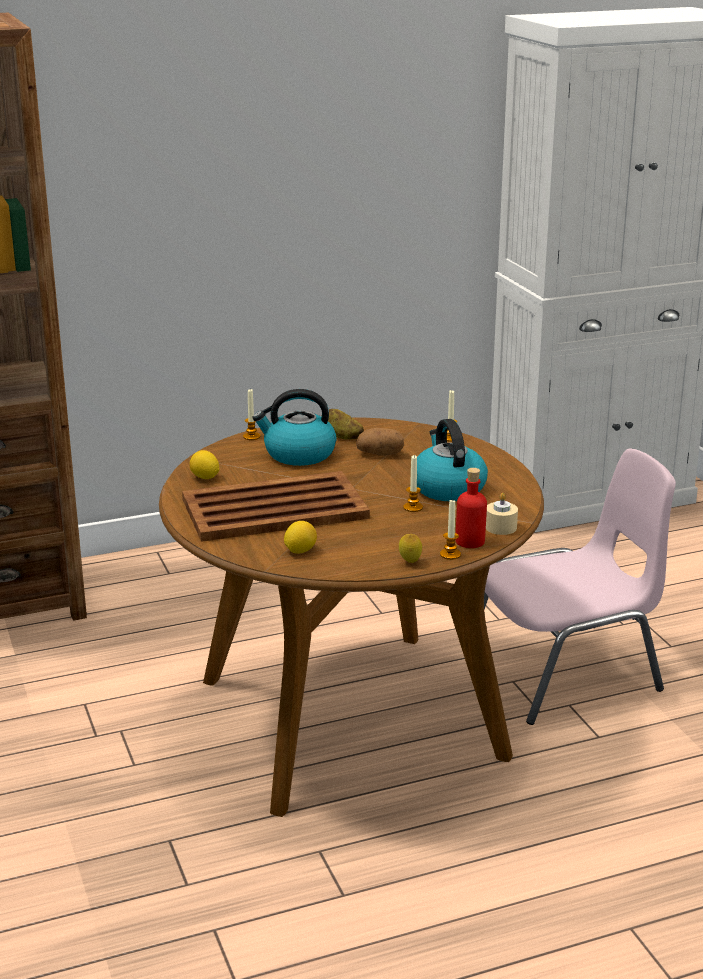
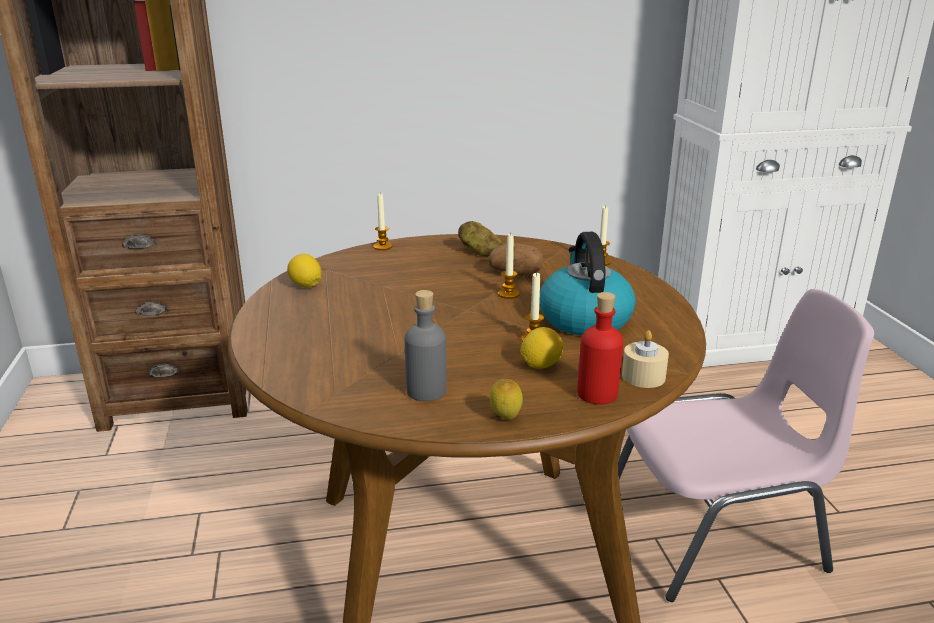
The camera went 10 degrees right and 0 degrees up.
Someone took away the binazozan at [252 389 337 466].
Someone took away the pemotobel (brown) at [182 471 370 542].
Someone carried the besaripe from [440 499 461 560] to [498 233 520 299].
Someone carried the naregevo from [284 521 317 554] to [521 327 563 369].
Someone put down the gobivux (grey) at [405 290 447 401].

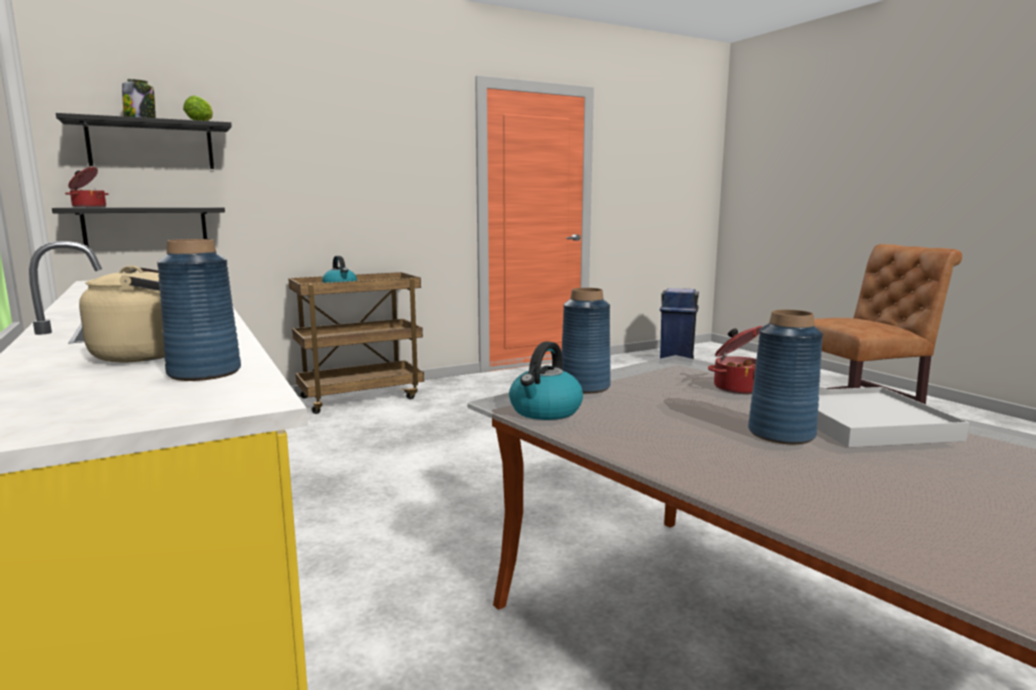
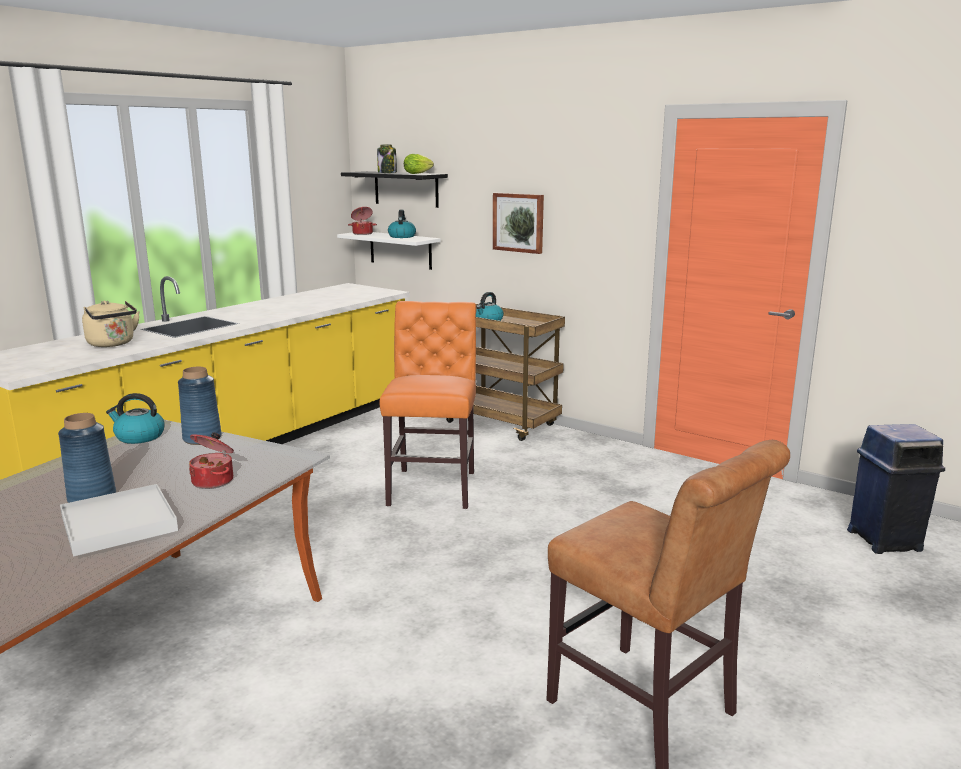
The camera went 65 degrees right and 5 degrees up.
Someone repainted the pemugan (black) at [52 207 225 247], which became the pemugan (white) at [337 232 441 270].
Someone took away the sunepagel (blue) at [157 239 241 381].
Someone put up the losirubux at [493 193 544 254].
Someone put down the binazozan at [388 209 416 238].
Someone put down the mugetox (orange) at [380 301 477 509].

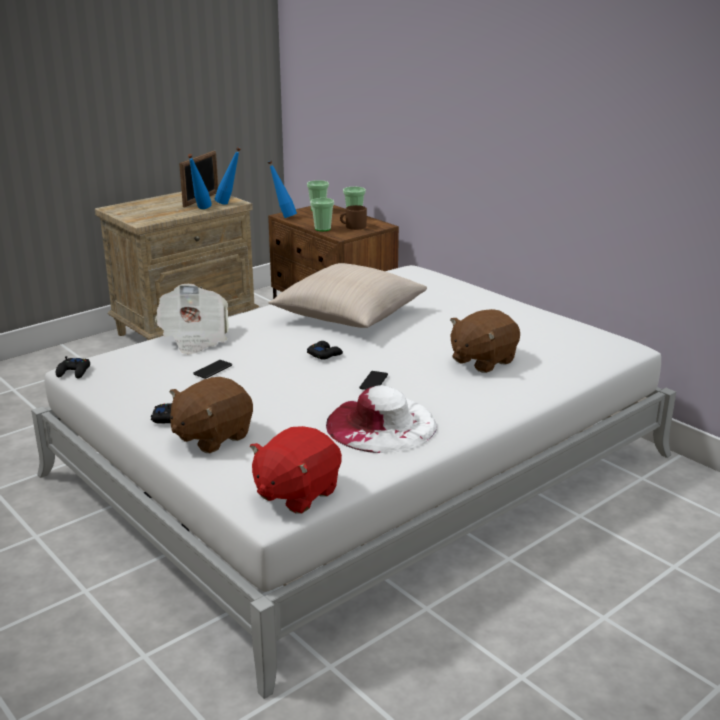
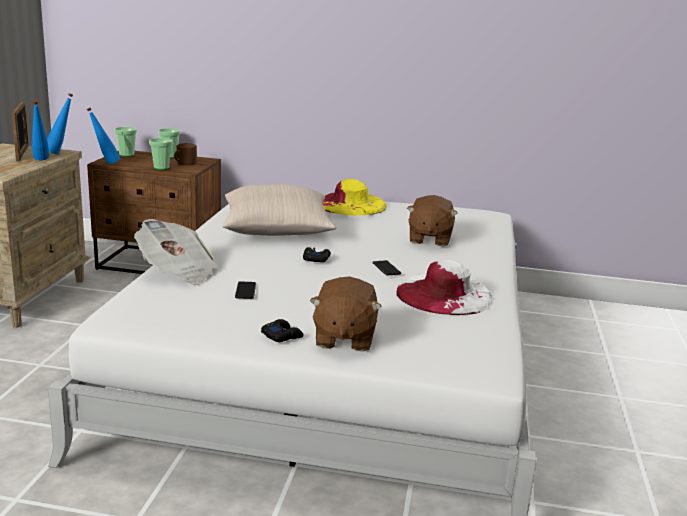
The camera went 40 degrees left and 5 degrees down.
Someone took away the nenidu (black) at [56 356 90 379].
Someone took away the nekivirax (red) at [250 426 342 514].
Someone put down the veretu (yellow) at [323 179 387 216].

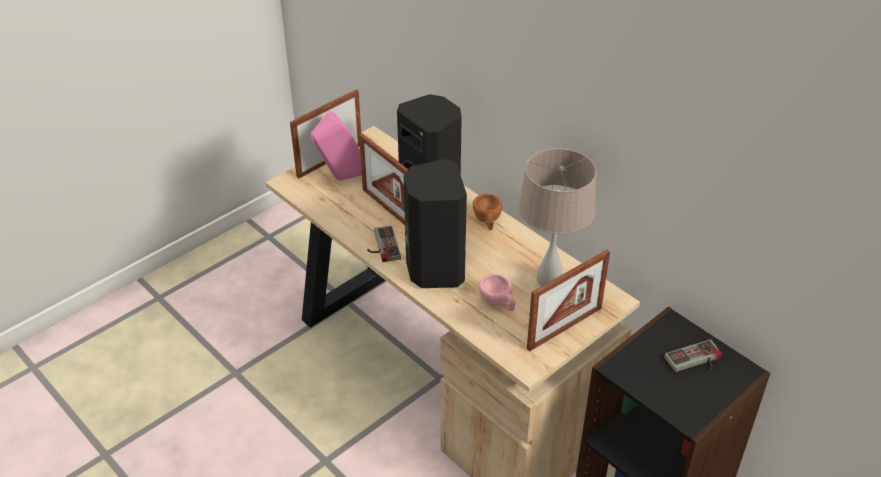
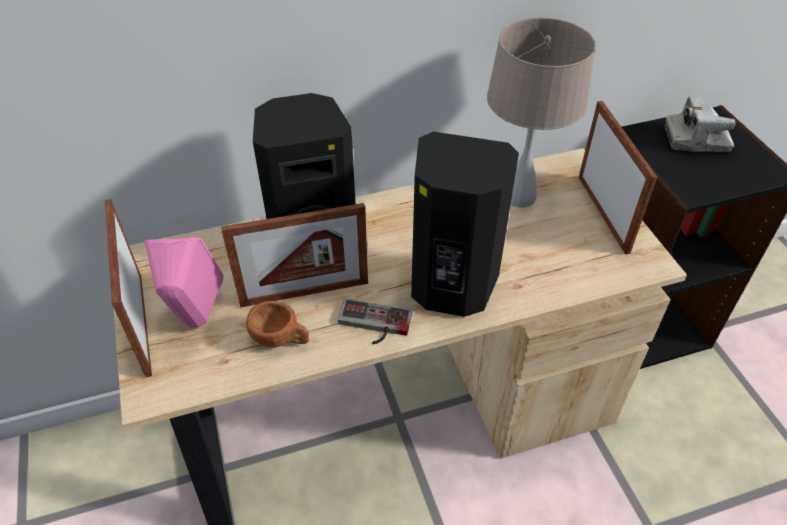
The camera went 65 degrees left and 5 degrees up.
Someone carried the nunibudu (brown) from [473 194 502 230] to [246 301 309 347].
Someone took away the nunibudu (pink) at [479 274 515 311].
Someone swapped the nenidu at [664 339 722 373] for the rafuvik at [665 97 736 152].

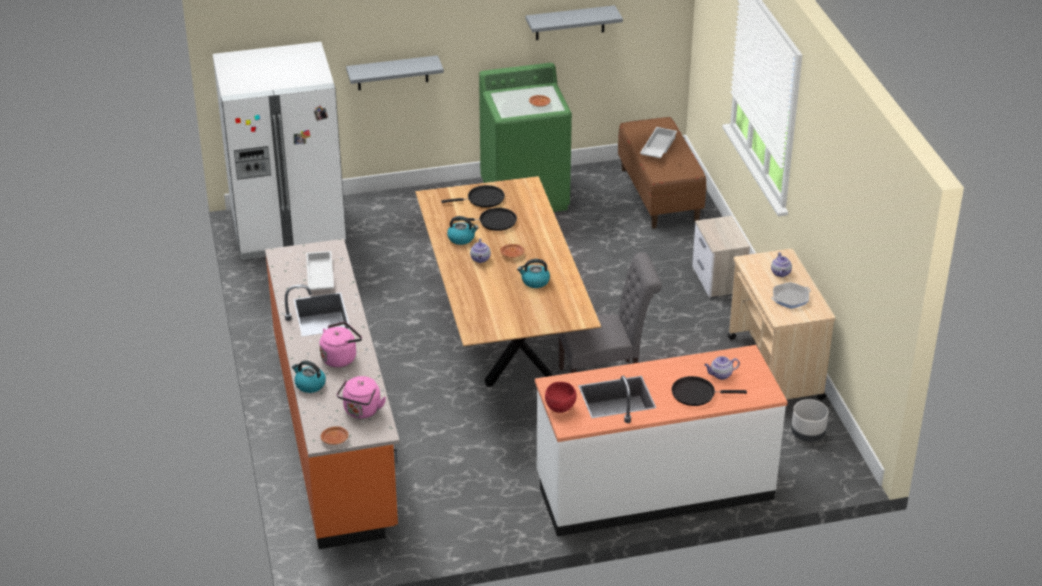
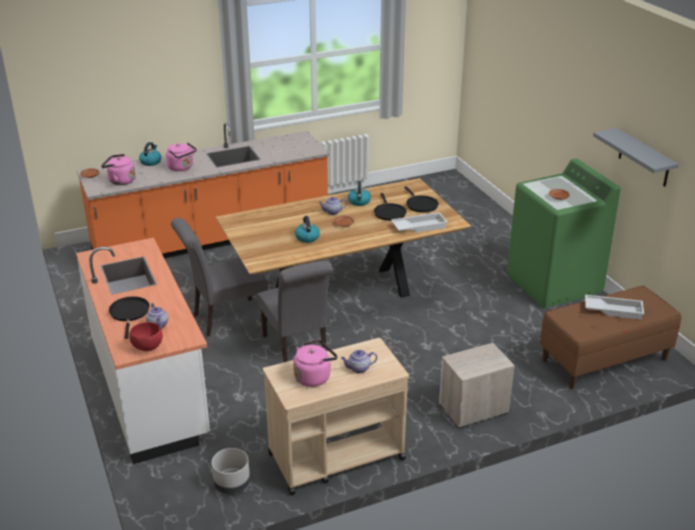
The camera went 80 degrees right and 5 degrees down.
Someone took away the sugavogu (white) at [213 42 346 260].
Someone took away the pemugan (grey) at [346 55 444 90].
Someone carried the pemotobel (white) from [306 251 334 290] to [391 212 448 233].
Someone swapped the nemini at [772 282 811 309] for the binazozan (pink) at [293 340 338 387].
Someone carried the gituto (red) from [545 382 576 413] to [129 322 163 351].
Someone put down the mugetox (grey) at [171 218 268 337].

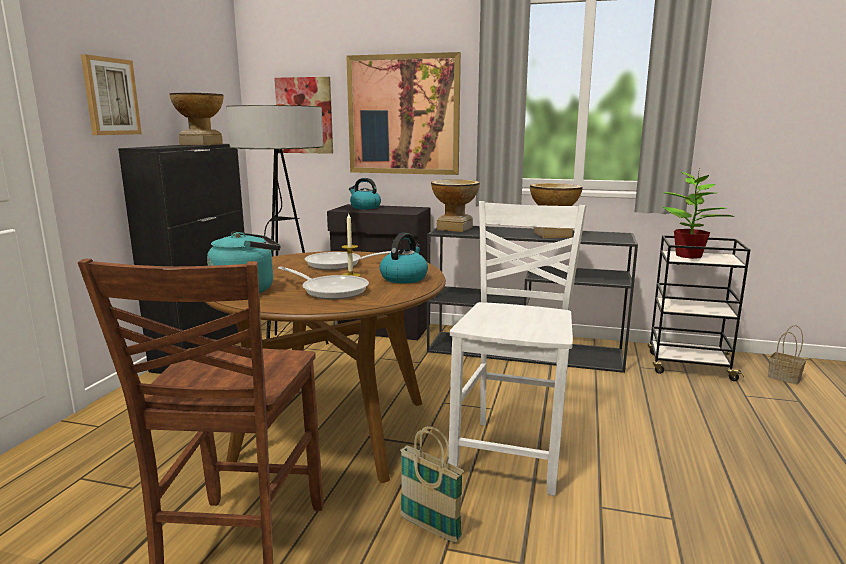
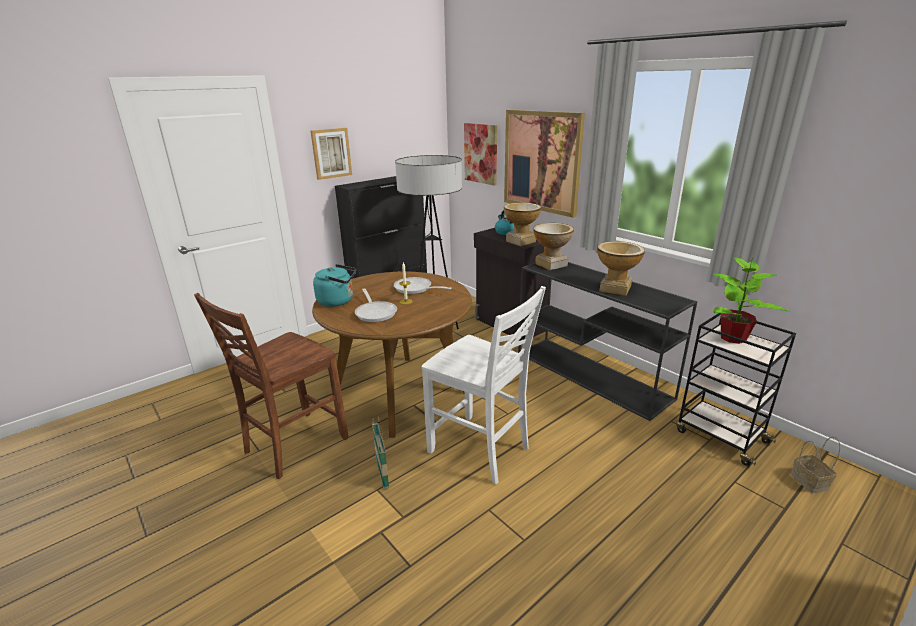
The camera went 35 degrees right and 10 degrees up.
Someone carried the sunepagel from [170 93 223 145] to [504 203 541 246].
Someone rotated the mugetox (white) at [448 201 586 496] by 75 degrees clockwise.
Someone took away the binazozan at [379 233 428 283].

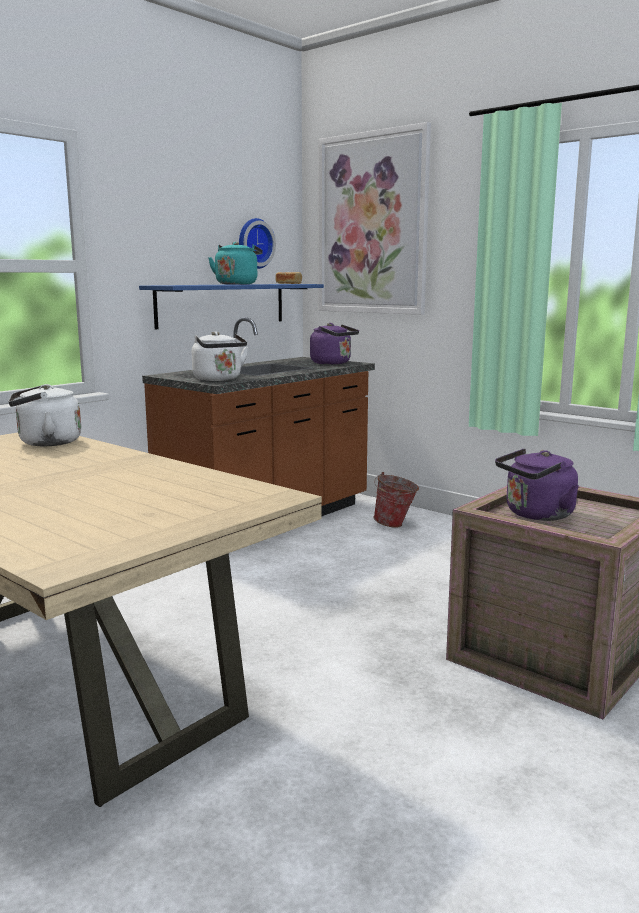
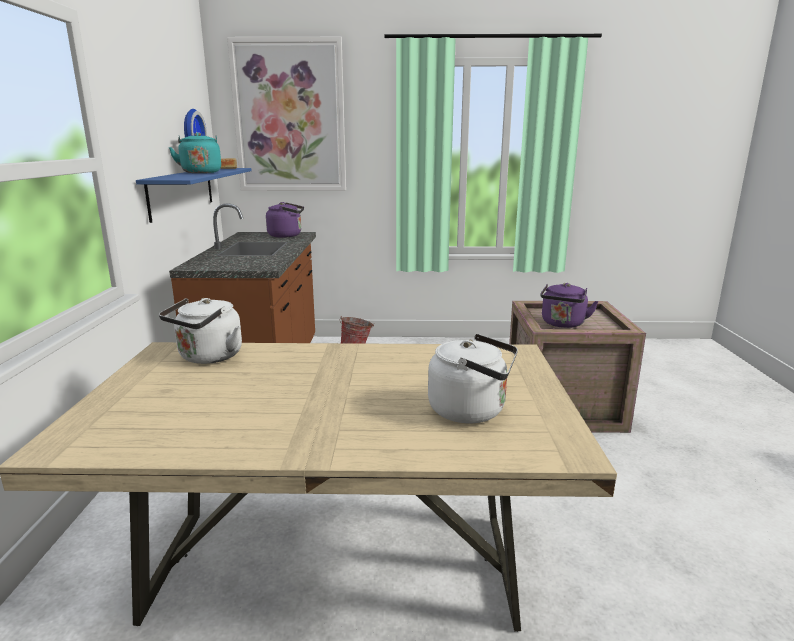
The camera went 40 degrees left and 5 degrees up.
Someone carried the binazozan (white) from [192 331 248 381] to [428 334 518 423].

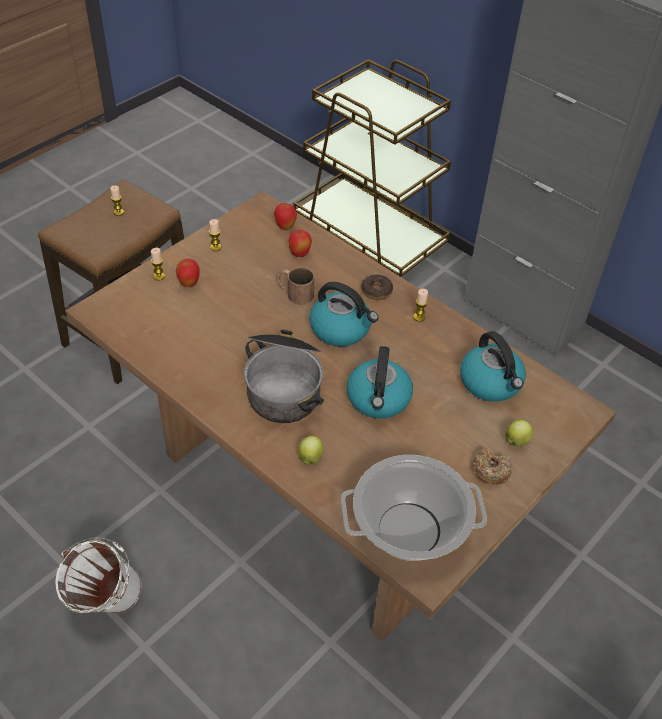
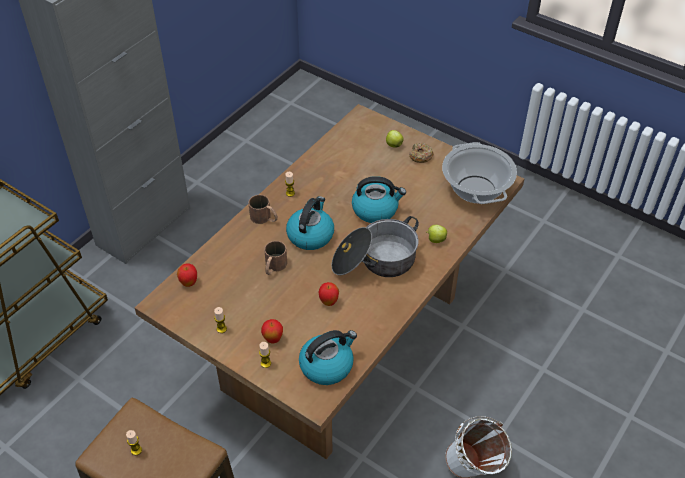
The camera went 95 degrees left and 0 degrees up.
Someone carried the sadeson from [288 230 312 257] to [318 282 339 306].
Someone swapped the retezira at [361 274 393 300] for the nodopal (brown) at [249 195 278 224].
Someone carried the binazozan from [460 331 526 402] to [299 330 357 385].

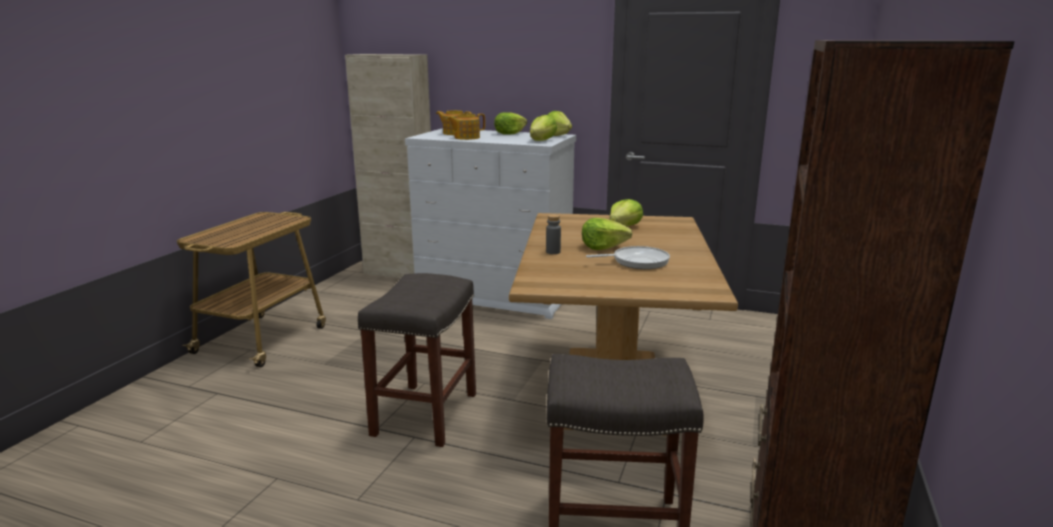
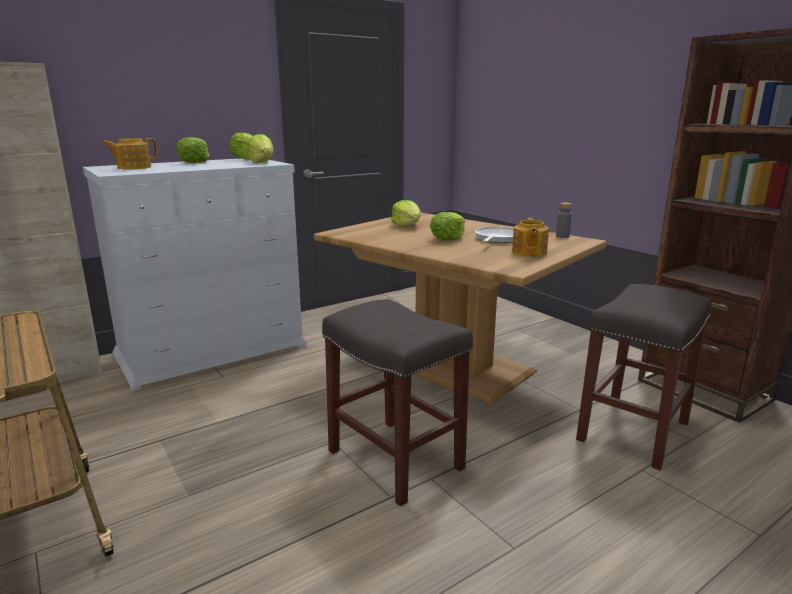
The camera went 55 degrees left and 0 degrees up.
Someone carried the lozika from [446 114 485 140] to [512 218 549 257].
Someone carried the gobivux (grey) from [546 214 561 254] to [556 203 572 238].

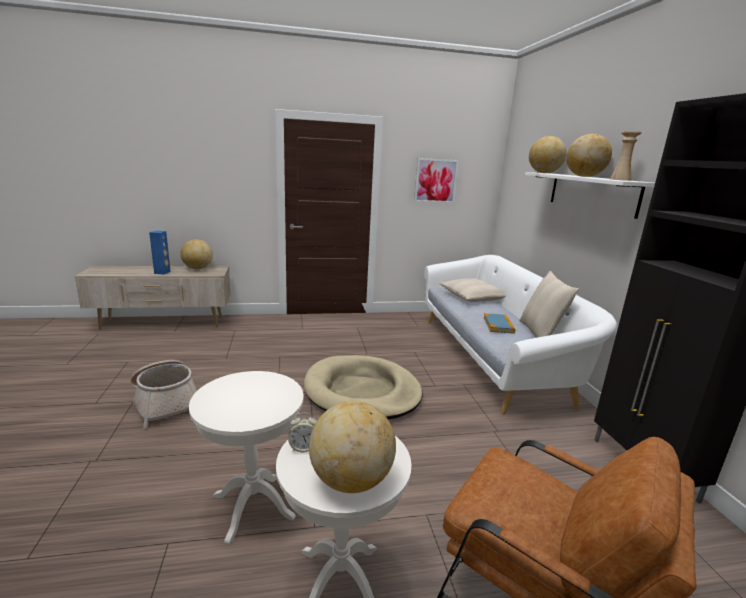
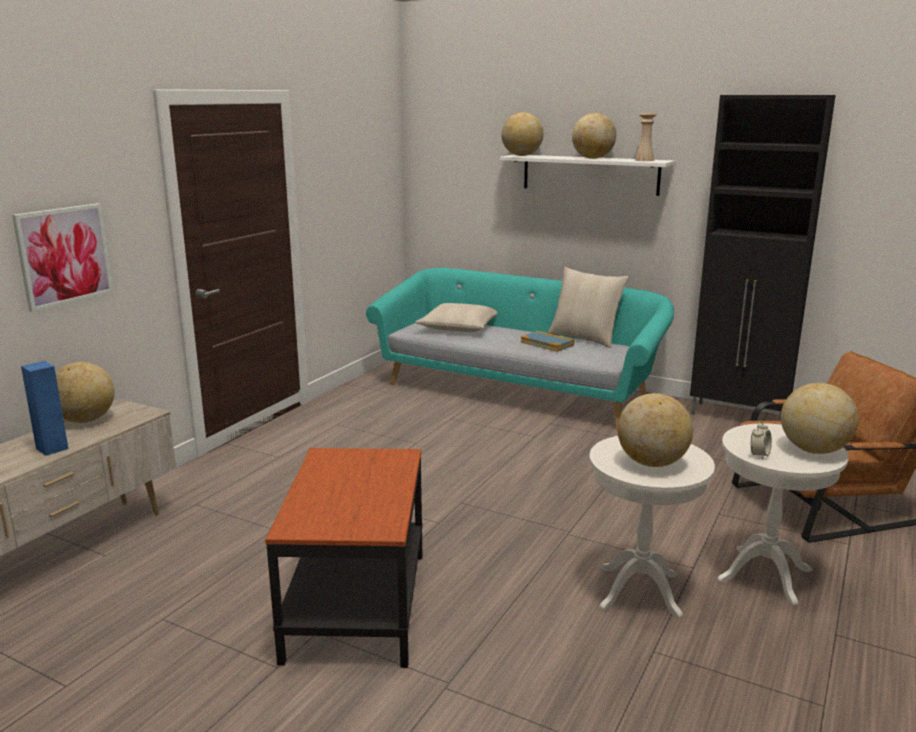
The camera went 50 degrees left and 0 degrees up.
Someone carried the losirubux from [414 158 459 203] to [12 203 113 312].
Someone repainted the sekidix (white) at [424 255 617 415], which became the sekidix (turquoise) at [366 268 674 430].
Someone took away the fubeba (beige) at [304 355 422 419].
Someone swapped the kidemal at [130 360 197 429] for the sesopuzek at [265 448 422 668].
Someone put down the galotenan at [618 393 693 467].

